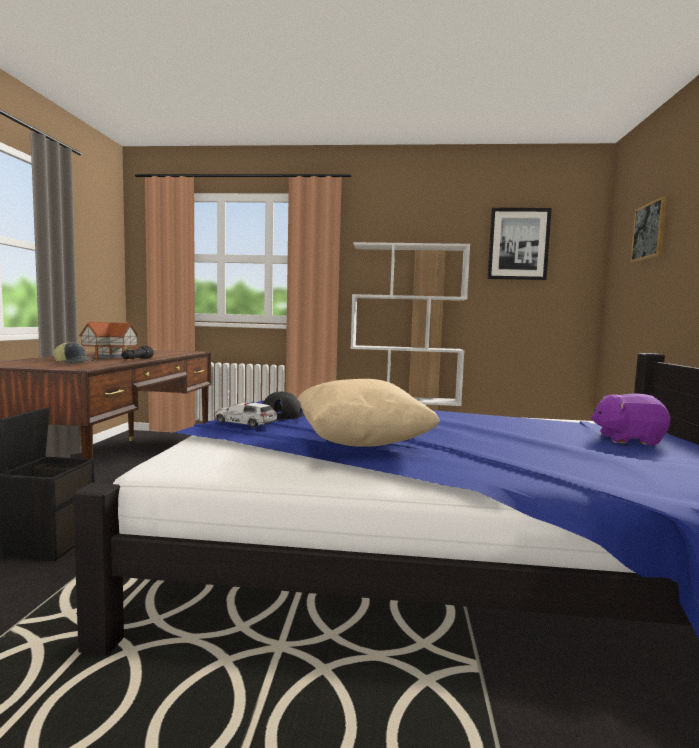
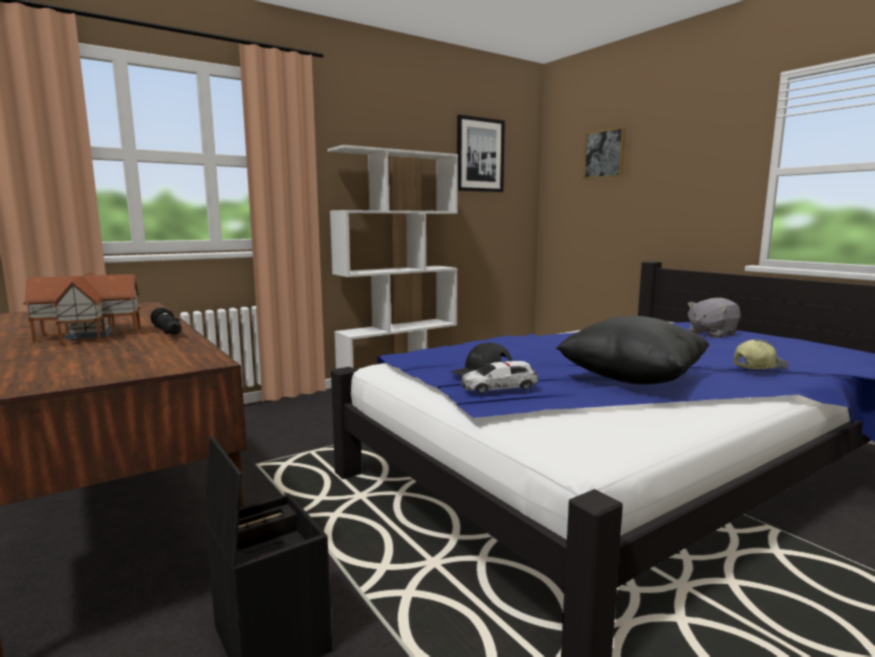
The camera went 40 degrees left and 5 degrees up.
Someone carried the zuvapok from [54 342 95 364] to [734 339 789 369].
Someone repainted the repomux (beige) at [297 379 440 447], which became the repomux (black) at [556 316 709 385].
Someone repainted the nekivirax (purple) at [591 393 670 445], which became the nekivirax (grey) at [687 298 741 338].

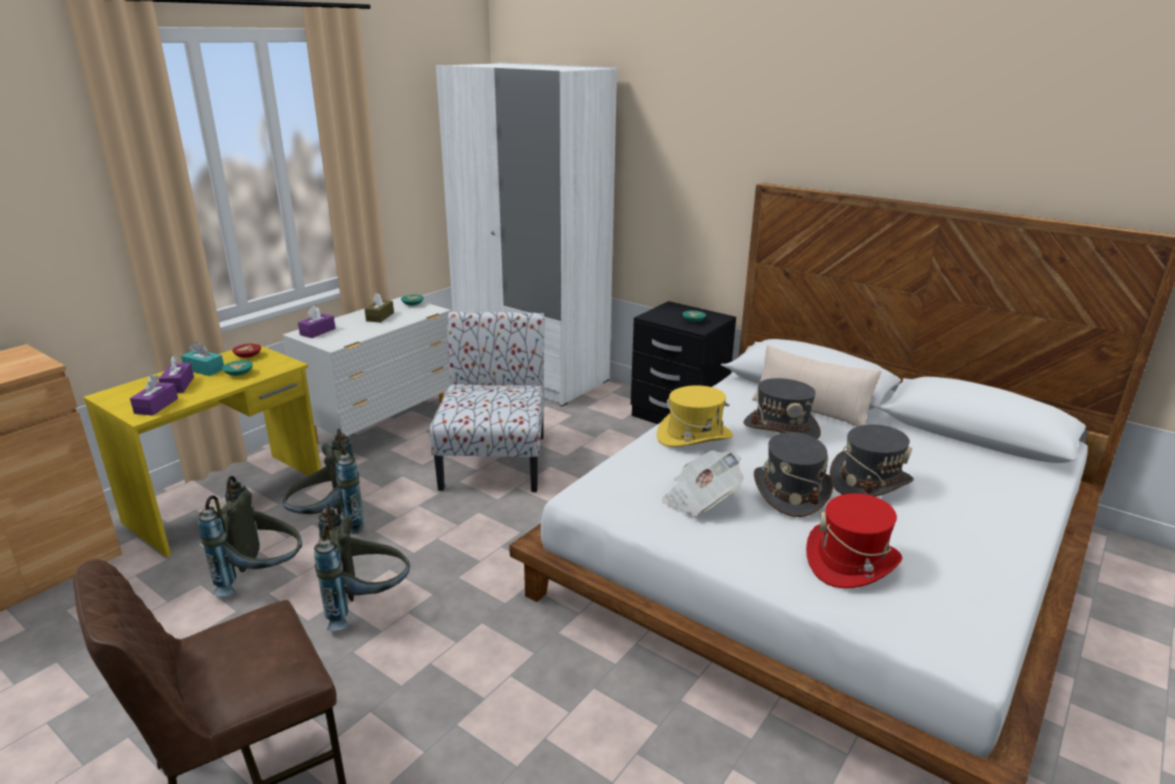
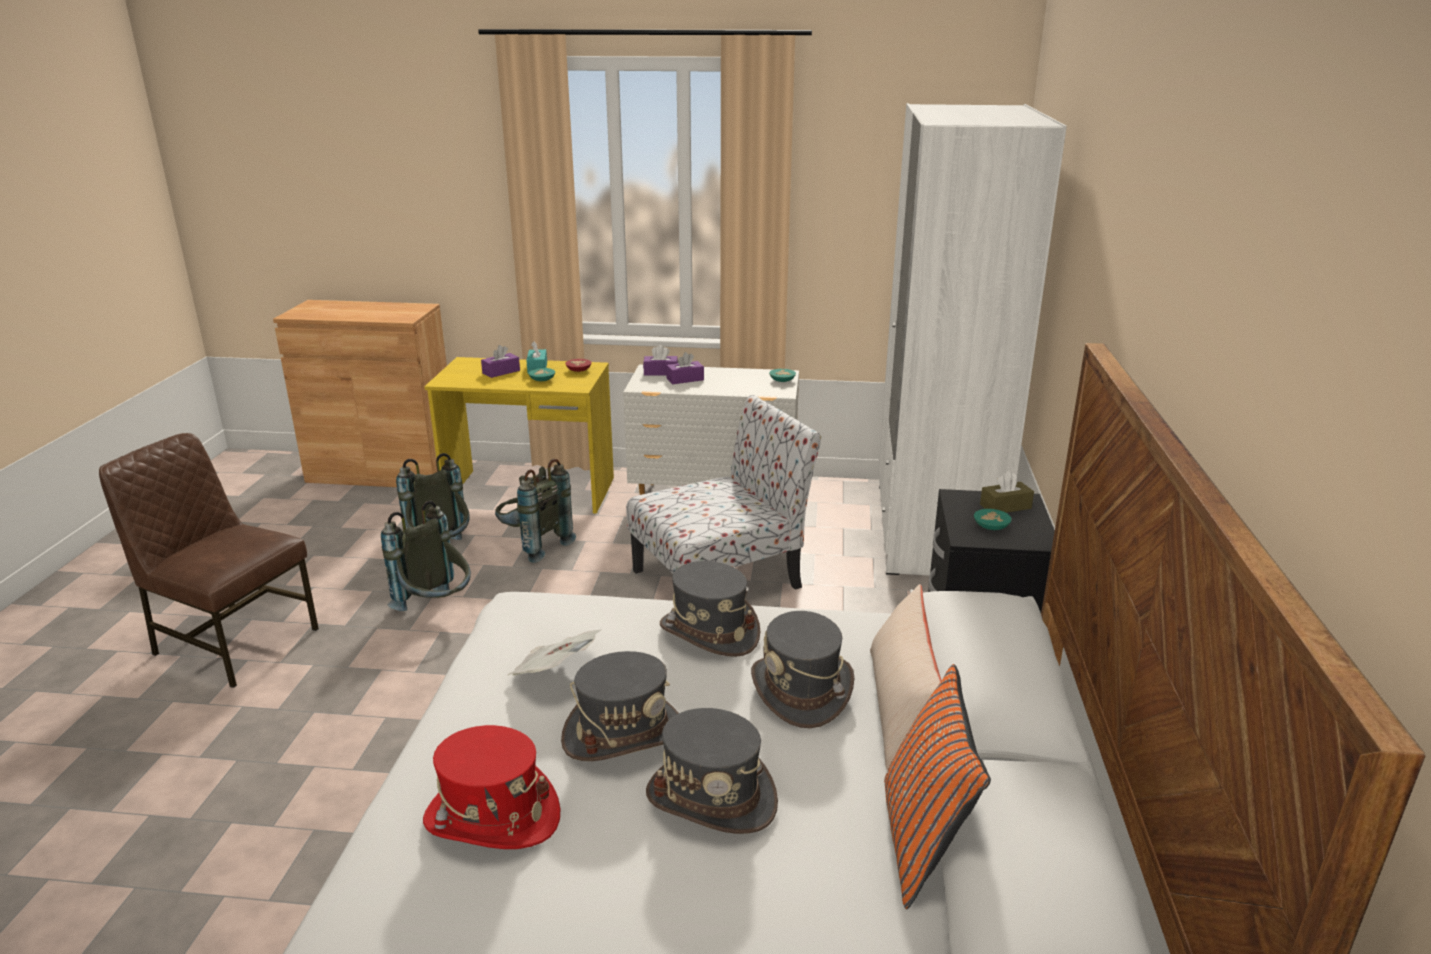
The camera went 60 degrees right and 0 degrees up.
Someone carried the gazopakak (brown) from [365 292 394 323] to [980 471 1034 513].
Someone carried the gazopakak (purple) from [130 375 178 416] to [666 352 704 384].
Someone repainted the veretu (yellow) at [657 385 733 447], which became the veretu (grey) at [660 561 760 657].
Someone put down the repomux (orange) at [884 664 991 910].

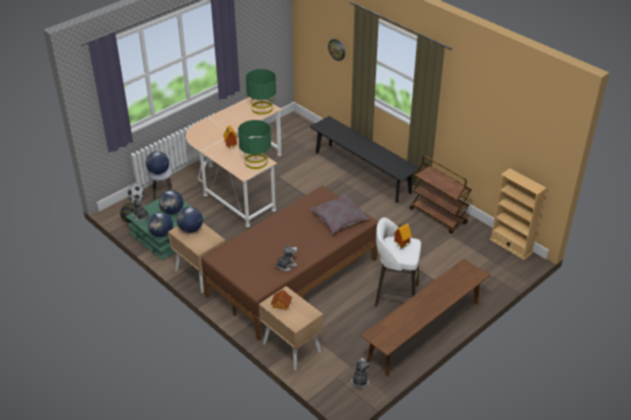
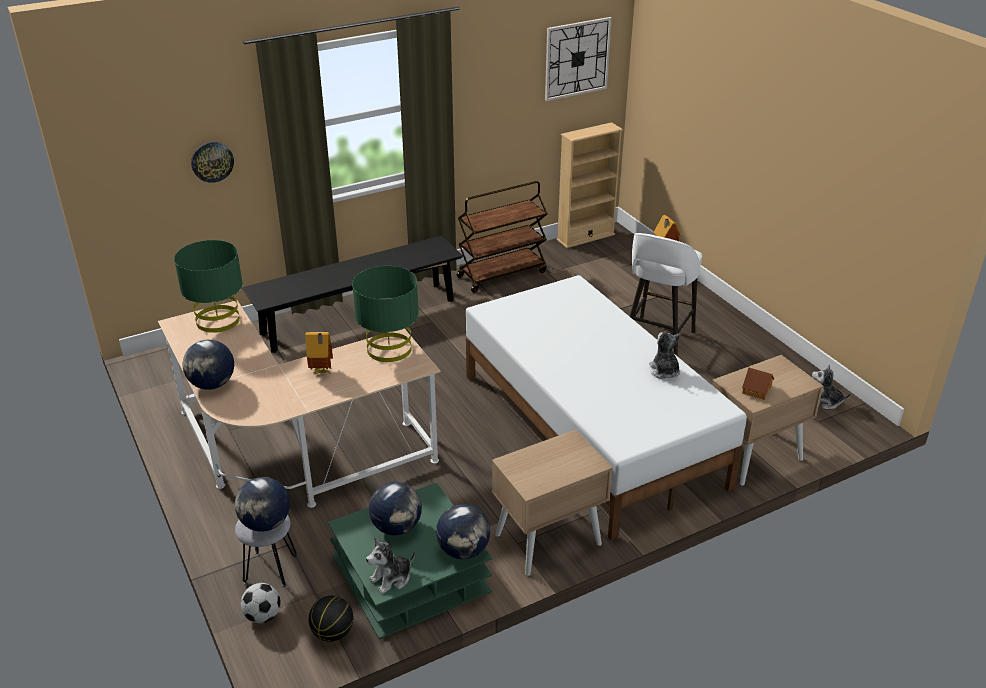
The camera went 75 degrees left and 5 degrees down.
Someone repainted the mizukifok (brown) at [201 186 378 341], which became the mizukifok (white) at [466 275 747 541].
Someone took away the repomux (grey) at [310 194 370 233].
Someone carried the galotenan from [177 207 203 233] to [182 340 234 390].
Someone took away the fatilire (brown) at [361 259 490 376].
Someone put up the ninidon at [545 17 612 101].

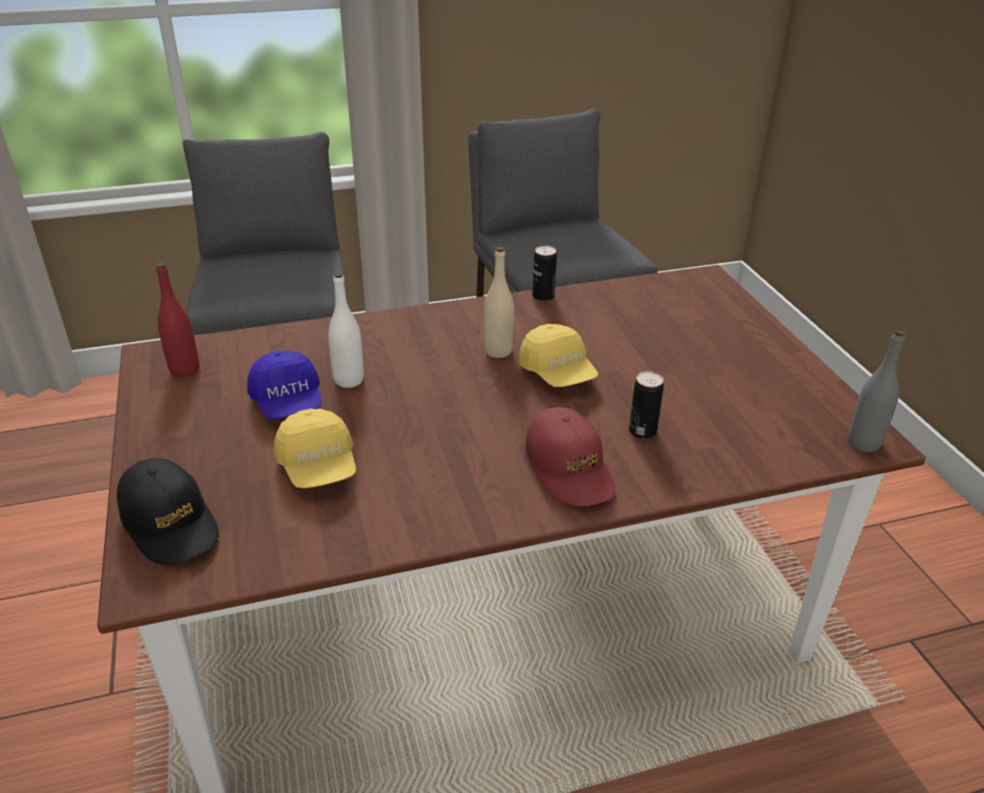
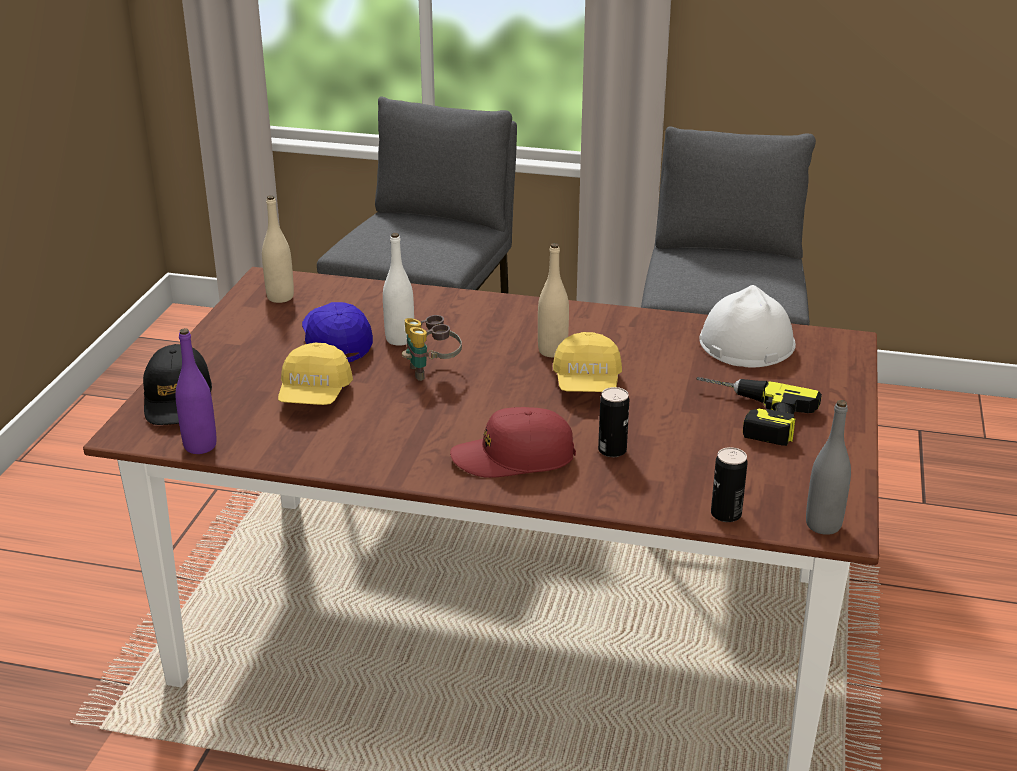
The camera went 30 degrees right and 5 degrees down.
Someone carried the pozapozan from [532 245 557 301] to [711 447 748 522].
Someone repainted the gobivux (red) at [156 263 199 377], which became the gobivux (beige) at [262 195 294 303].
Someone rotated the zuvapok (blue) at [247 350 322 419] by 150 degrees clockwise.
Someone rotated the zuvapok (red) at [525 407 616 506] by 75 degrees clockwise.
Someone put down the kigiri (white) at [699 285 796 368].
Someone put down the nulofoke at [402 315 462 381].
Someone put down the gobivux (purple) at [175 328 217 454].
Someone put down the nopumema at [696 377 822 446].

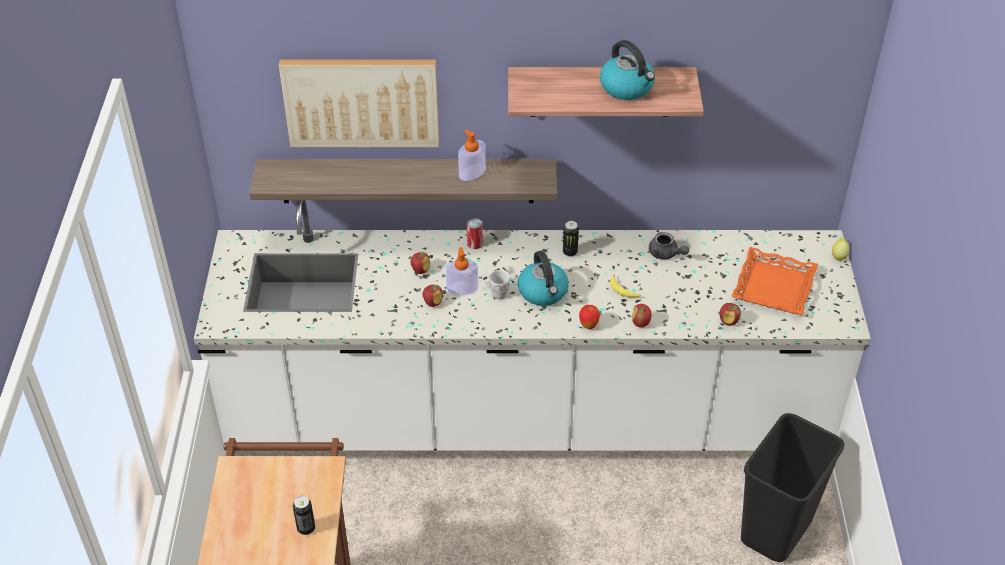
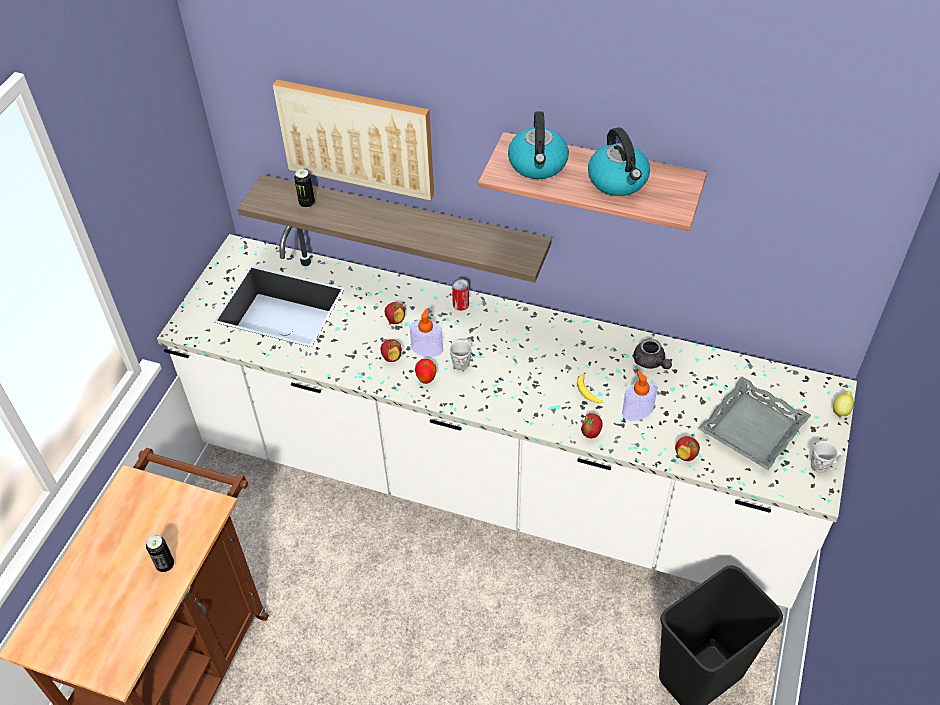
The camera went 20 degrees right and 5 degrees up.
Someone carried the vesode from [458 130 486 181] to [622 371 657 421].
Someone carried the pozapozan from [563 221 579 257] to [294 169 315 208].
Someone repainted the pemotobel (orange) at [731 247 818 315], which became the pemotobel (grey) at [698 377 811 470].
Someone carried the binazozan from [518 251 569 306] to [508 111 569 179].
Someone carried the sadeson from [579 305 600 329] to [415 359 436 384].
Someone put down the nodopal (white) at [811 441 844 473].

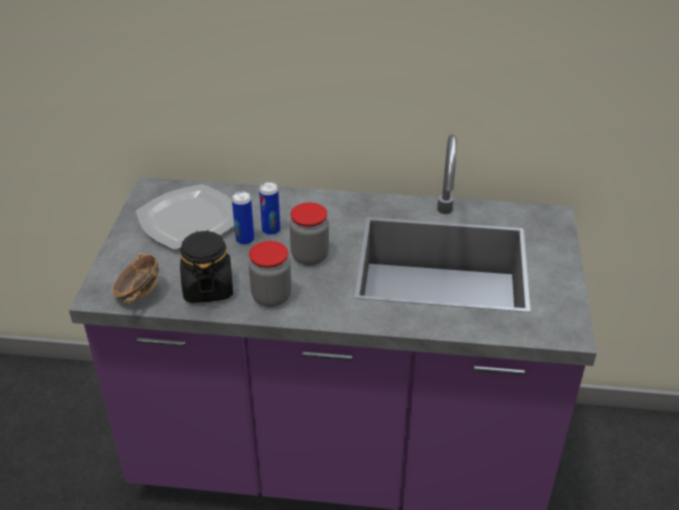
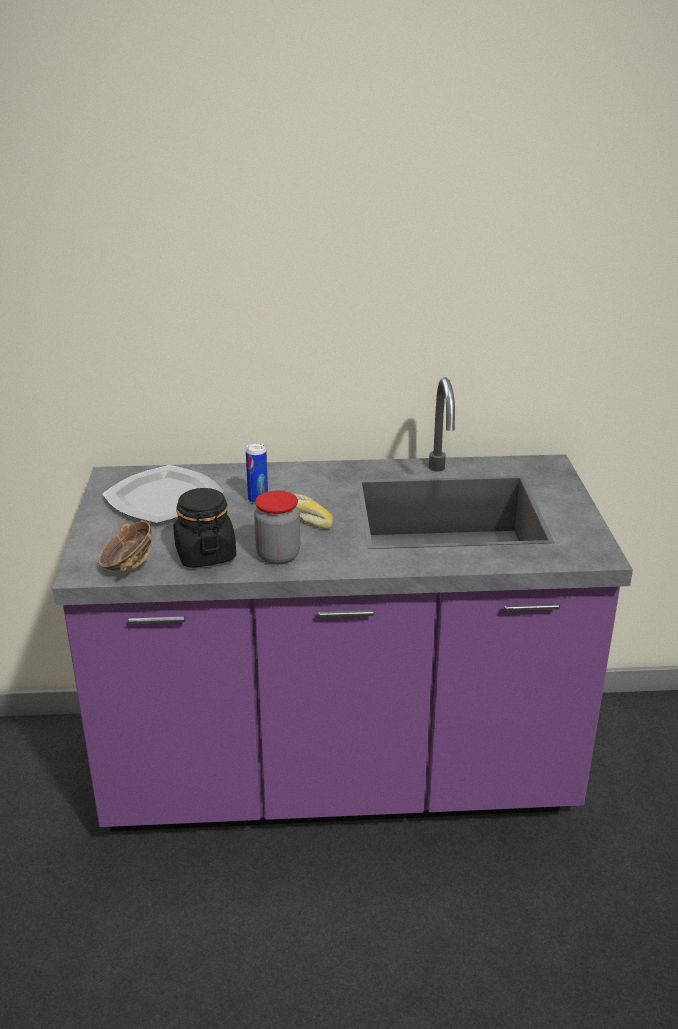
The camera went 10 degrees left and 10 degrees down.
Someone took away the pozapozan at [232 191 254 245].
Someone swapped the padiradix at [290 203 329 265] for the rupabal at [294 494 334 529].

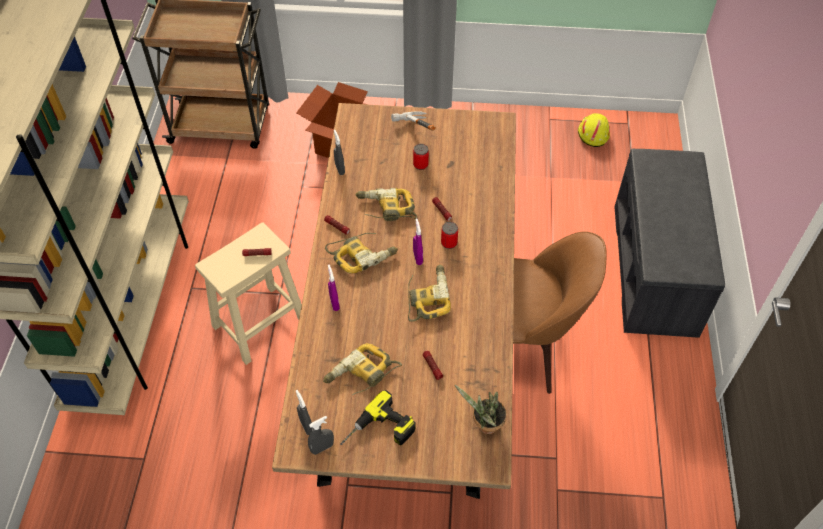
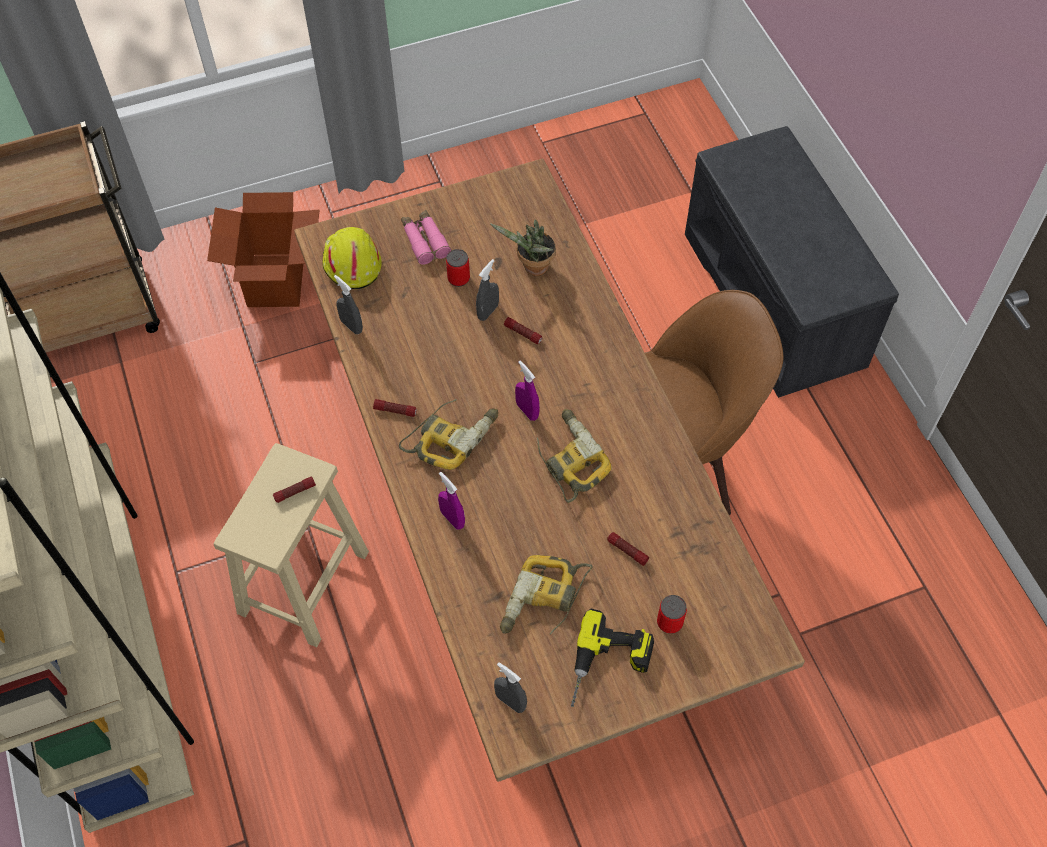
The camera went 25 degrees left and 5 degrees up.
Someone swapped the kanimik at [391 111 436 130] for the nulofoke (pink) at [401 210 451 265].
Someone carried the kigiri (yellow) from [578 113 610 147] to [322 227 382 289].
Someone took away the nopumema at [355 188 418 221].
Someone carried the pozapozan from [441 222 458 249] to [657 595 687 634].
Someone carried the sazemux from [455 385 507 434] to [490 220 556 276].
Someone carried the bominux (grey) from [308 416 334 455] to [476 259 499 321].

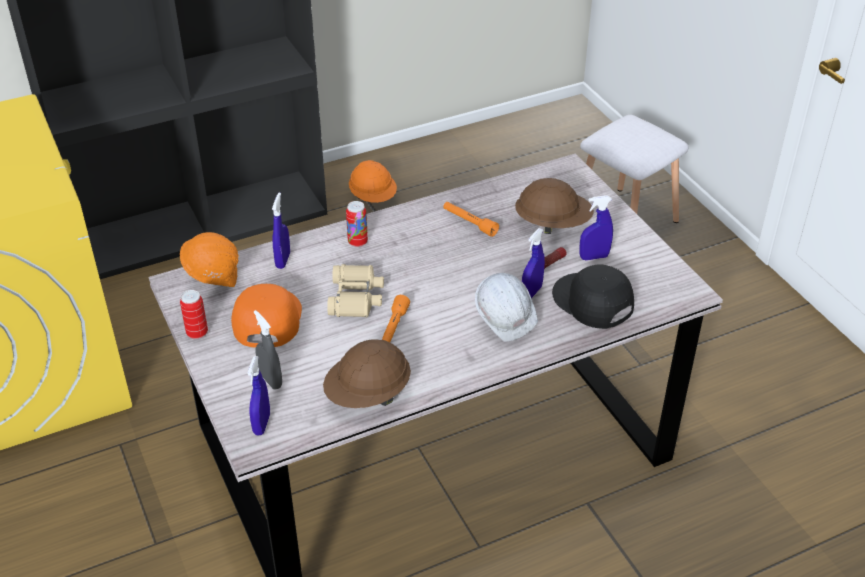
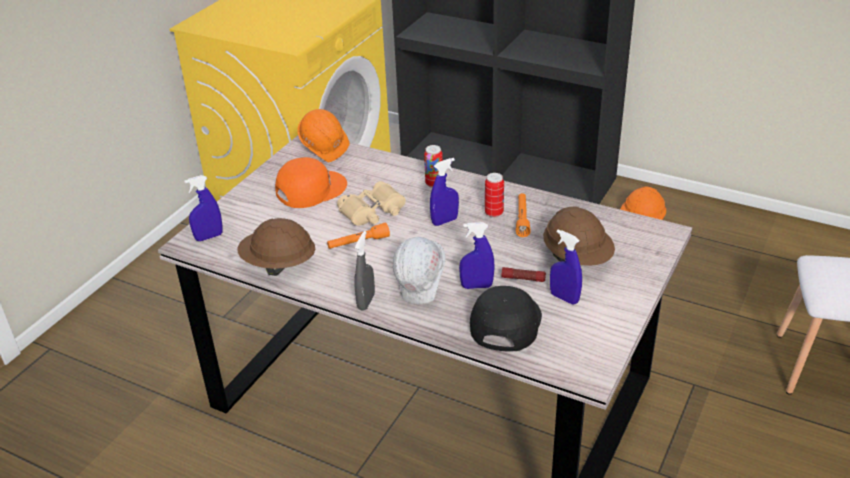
The camera went 55 degrees right and 5 degrees down.
Someone carried the bominux (blue) from [272 192 290 269] to [430 158 459 226].
Someone carried the pozapozan from [180 290 208 339] to [485 173 504 217].
Someone carried the bominux (grey) from [254 310 282 390] to [355 231 375 311].

